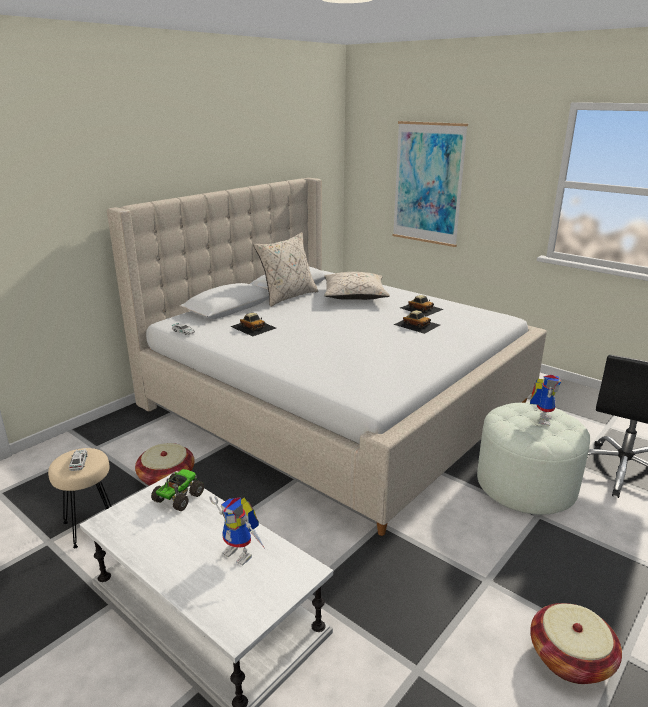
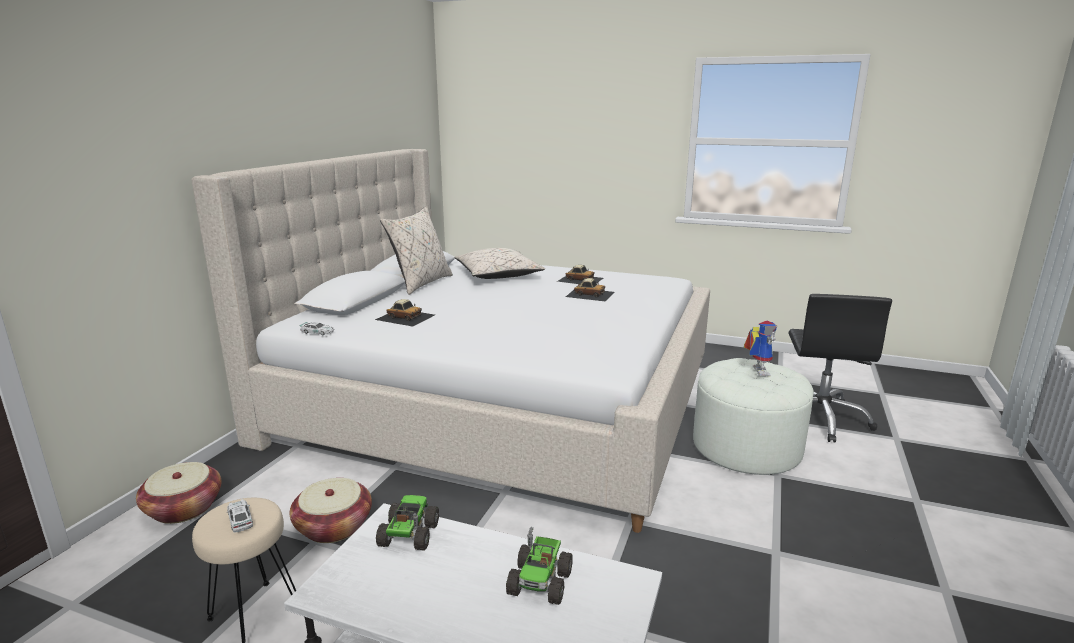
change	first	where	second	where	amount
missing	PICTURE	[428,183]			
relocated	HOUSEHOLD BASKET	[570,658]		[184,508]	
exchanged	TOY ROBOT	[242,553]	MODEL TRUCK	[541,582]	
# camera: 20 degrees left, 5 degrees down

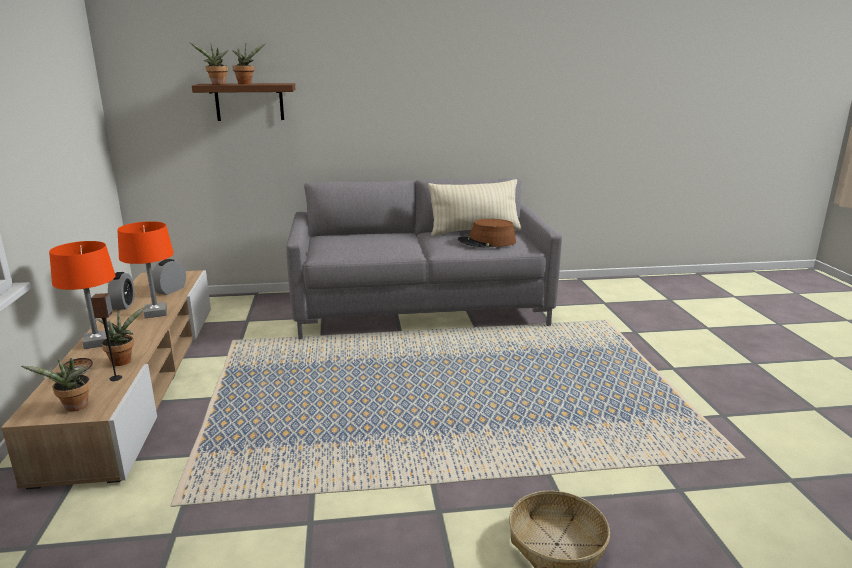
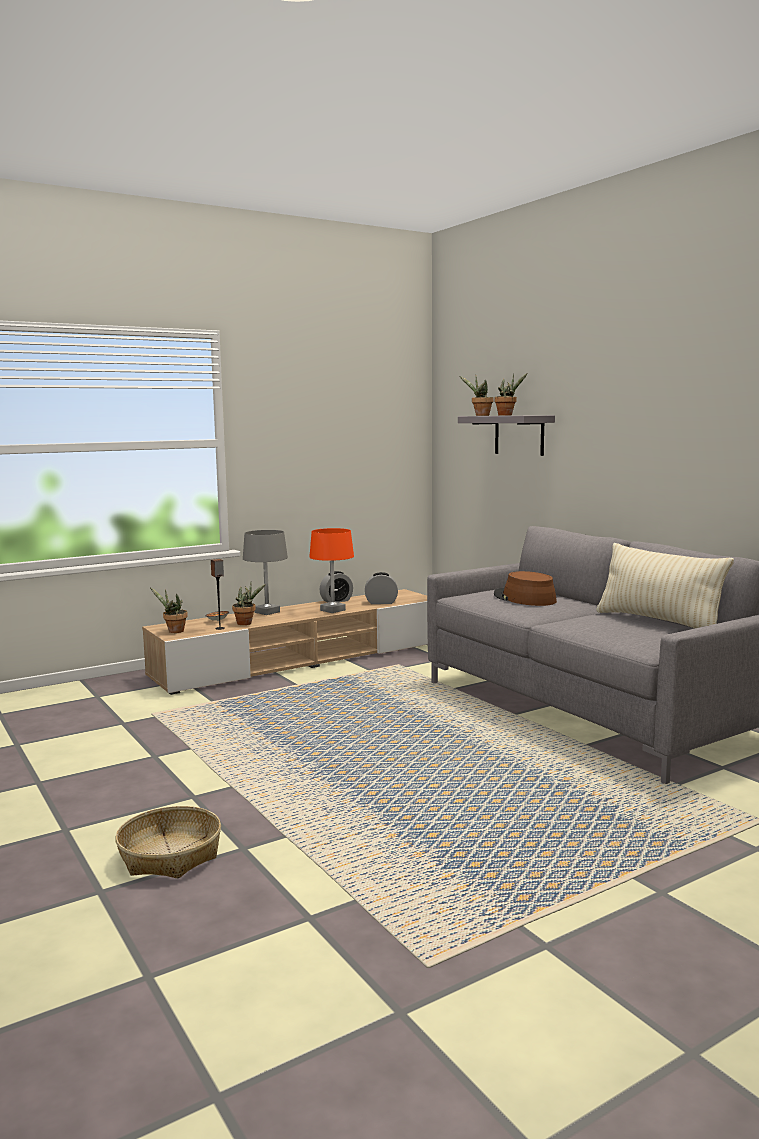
change	first	where	second	where	amount
relocated	BROWN WEARABLE HAT	[487,242]		[524,598]	
colour	ORANGE TABLETOP LAMP	[96,343]	GREY TABLETOP LAMP	[267,612]	
colour	BROWN SHELF	[249,102]	GREY SHELF	[519,435]	
# camera: 65 degrees right, 10 degrees down

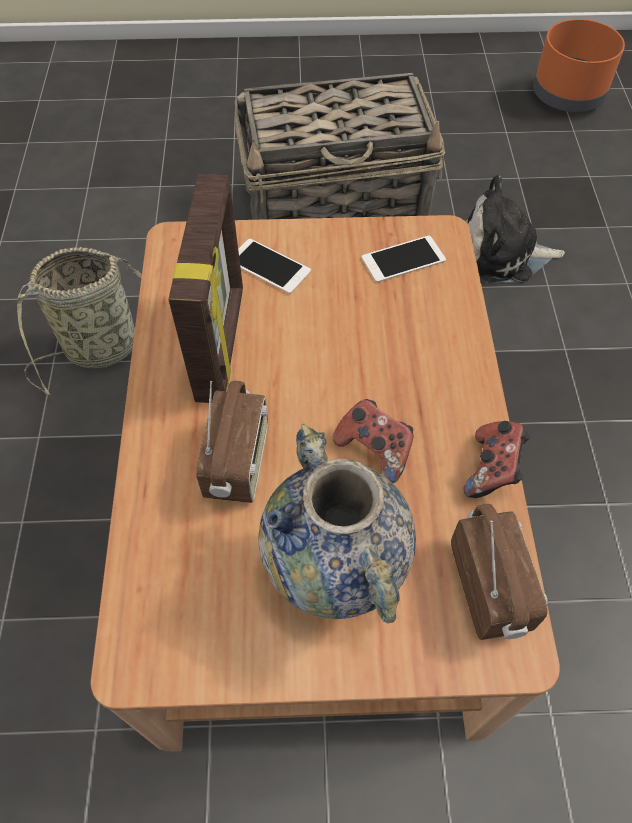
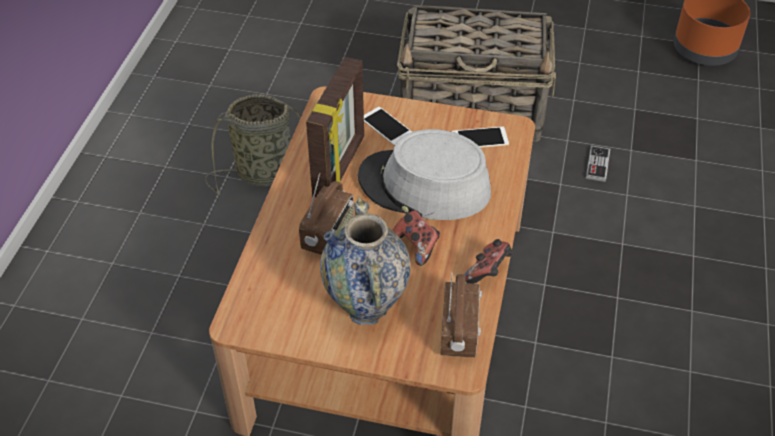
change	first	where	second	where	amount
appeared			GREY WEARABLE HAT	[424,186]	
exchanged	SOFT TOY	[502,254]	GAMEPAD	[597,165]	
# camera: 15 degrees right, 10 degrees down

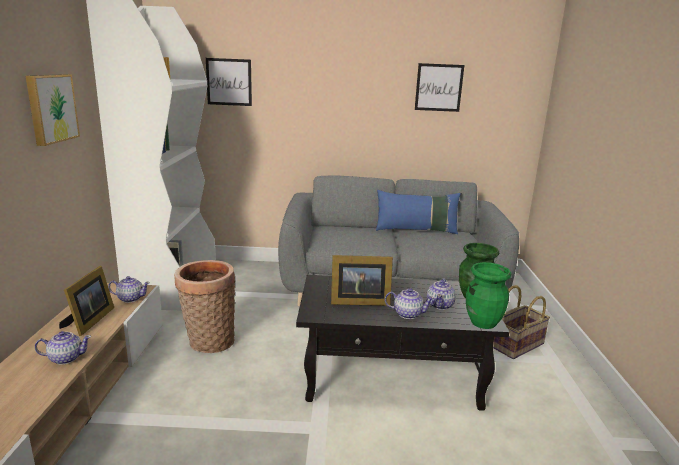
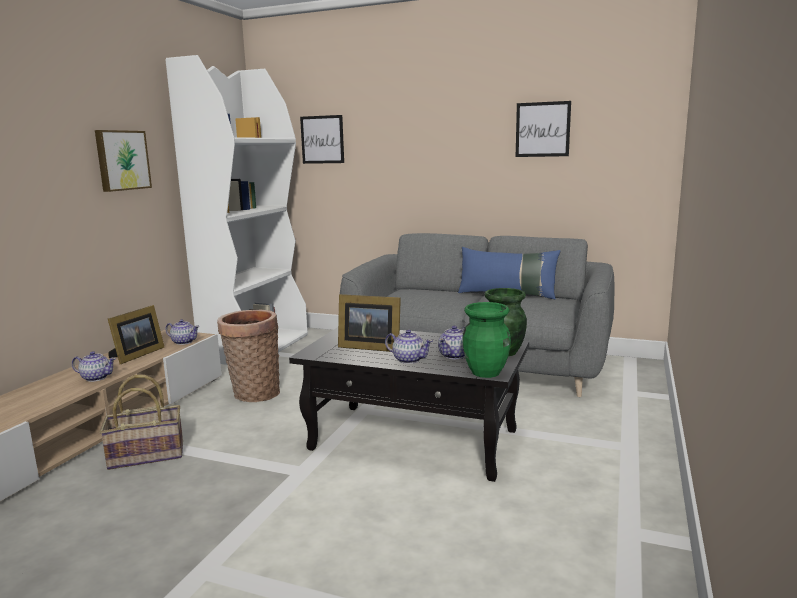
change	first	where	second	where	amount
relocated	HOUSEHOLD BASKET	[516,344]		[147,455]	
# camera: 20 degrees right, 5 degrees down

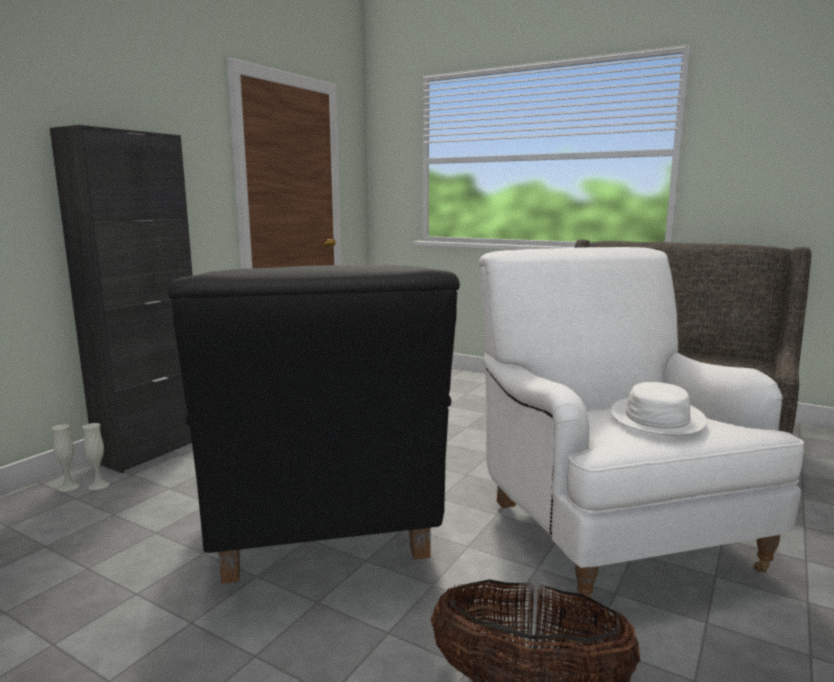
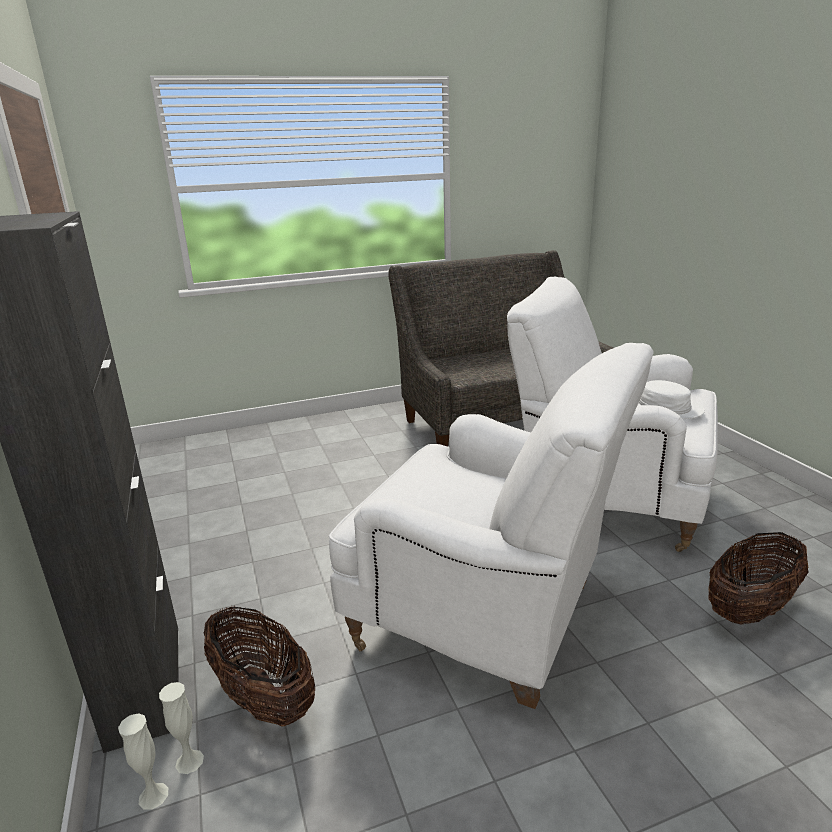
change	first	where	second	where	amount
appeared			HOUSEHOLD BASKET	[263,698]	
colour	BLACKISH ARMCHAIR	[323,530]	WHITE ARMCHAIR	[488,618]	
# camera: 50 degrees left, 10 degrees up

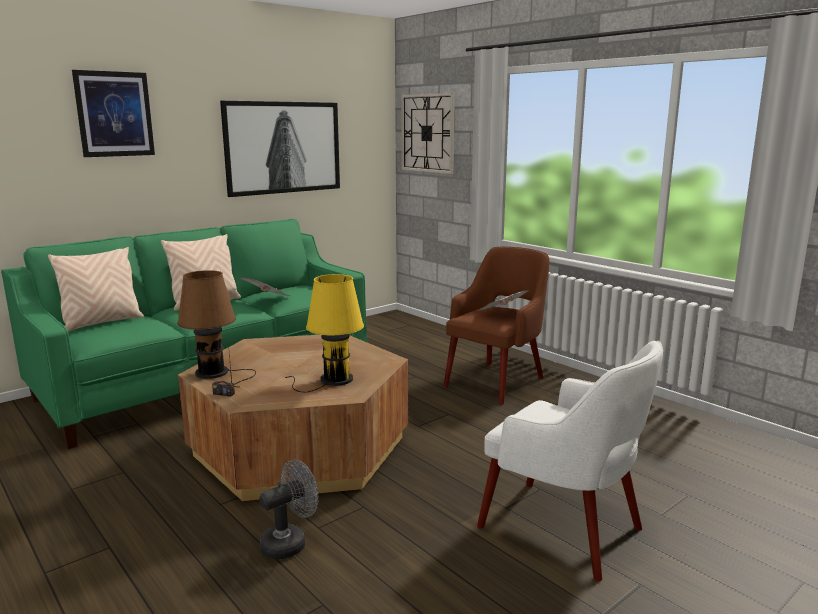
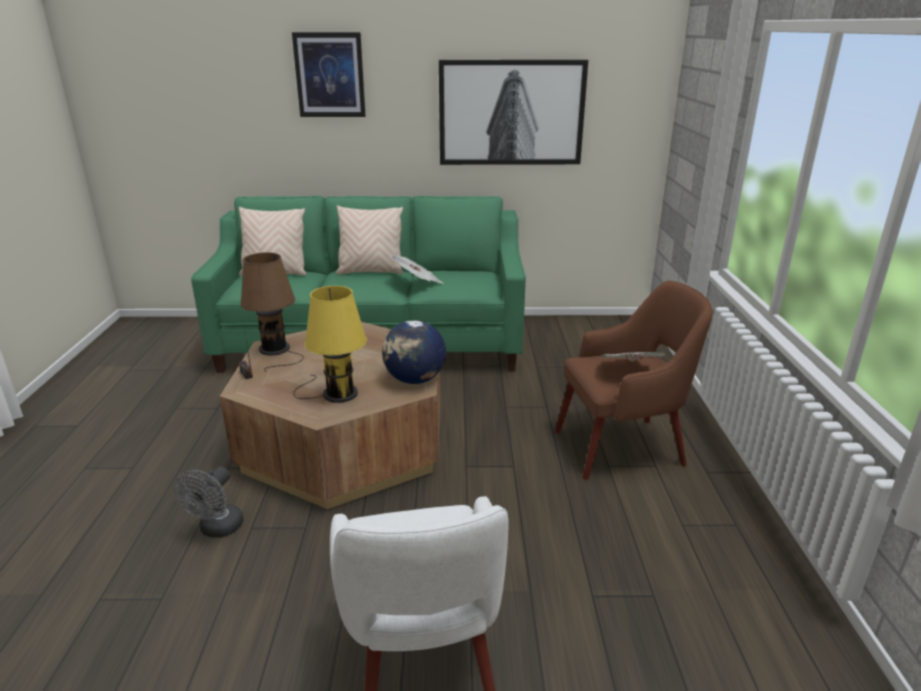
change	first	where	second	where	amount
missing	CLOCK ON THE WALL	[427,133]			
appeared			WORLD GLOBE	[414,380]	
spun	GREY COOLING FAN	[290,542]		[218,529]	105 degrees clockwise
# camera: 40 degrees right, 10 degrees up

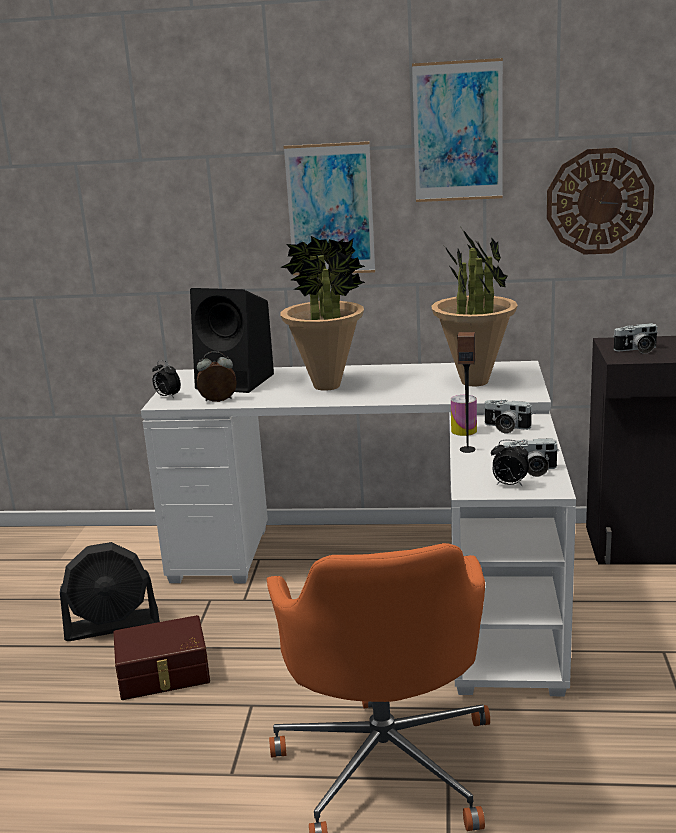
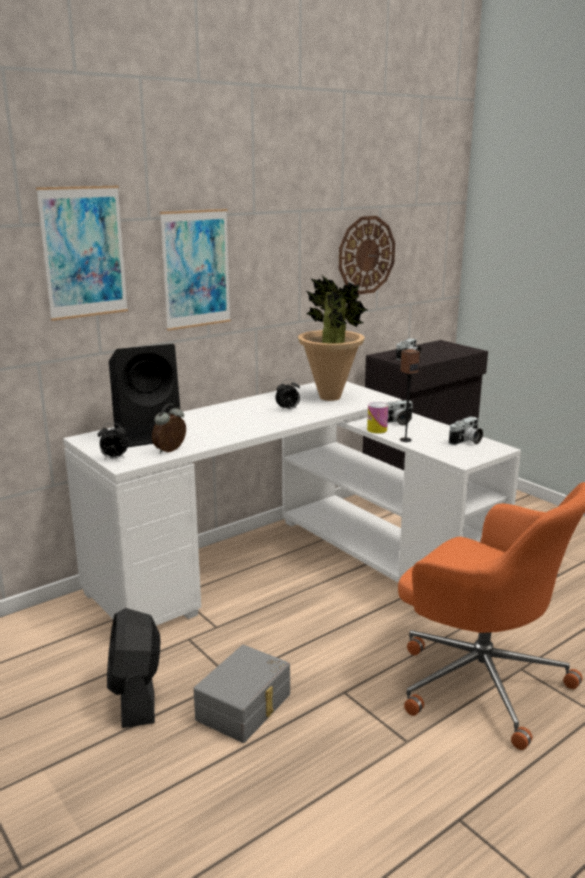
change	first	where	second	where	amount
missing	PLANT IN A POT	[327,386]			
relocated	PICTURE	[458,131]		[84,252]	
relocated	ALARM CLOCK	[509,485]		[288,409]	
colour	BROWN STORAGE BIN	[164,674]	GREY STORAGE BIN	[245,707]	
spun	BLACKISH COOLING FAN	[113,625]		[136,695]	135 degrees clockwise
# camera: 45 degrees left, 0 degrees up

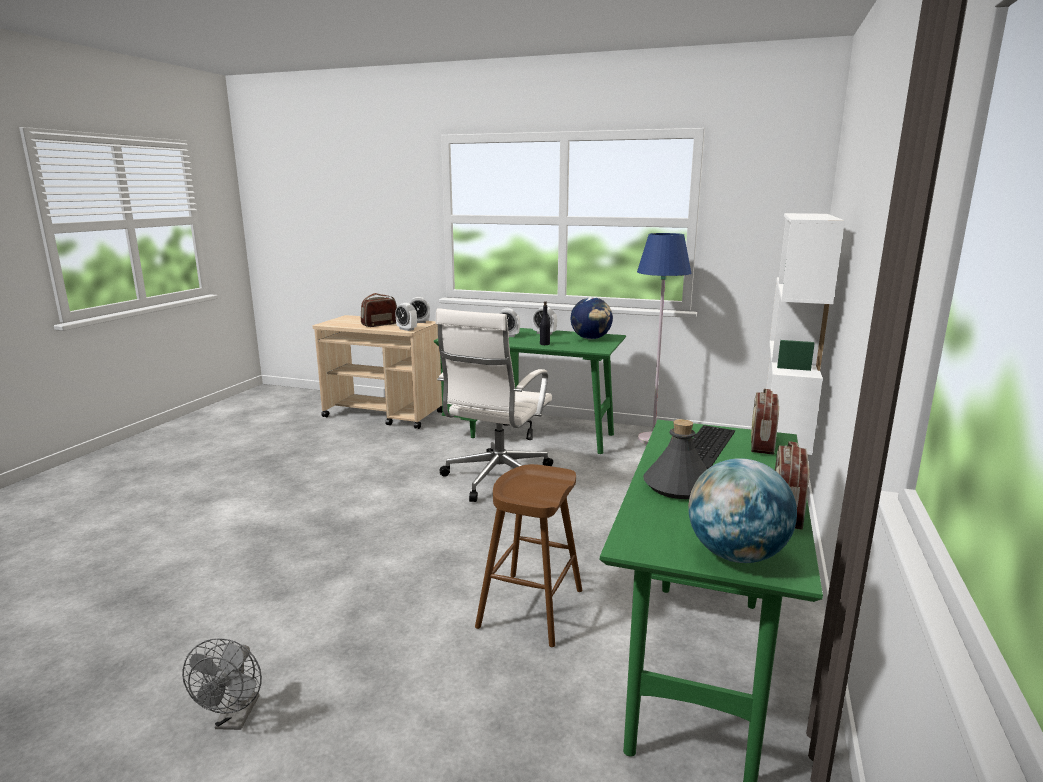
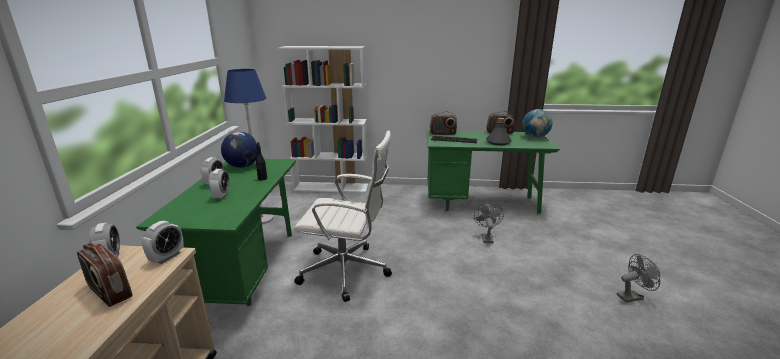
change	first	where	second	where	amount
exchanged	BROWN STOOL	[530,608]	GREY COOLING FAN	[486,237]	
# camera: 105 degrees left, 5 degrees up

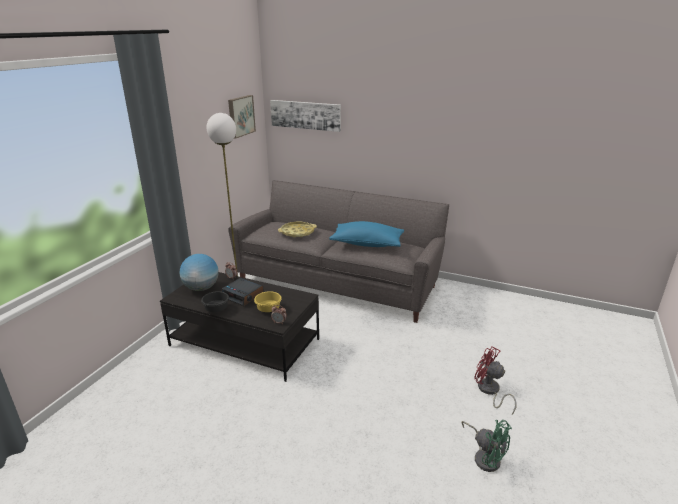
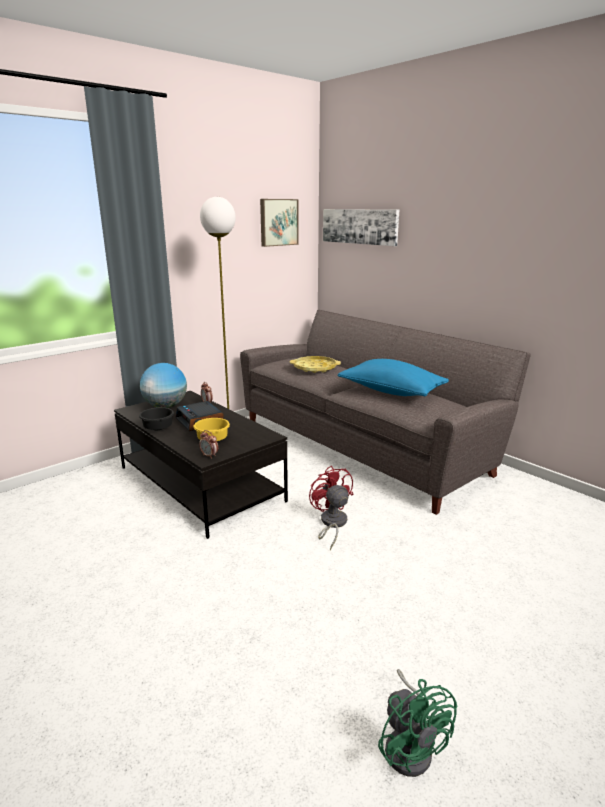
change	first	where	second	where	amount
relocated	RED COOLING FAN	[489,391]		[331,524]	
# camera: 25 degrees right, 5 degrees down

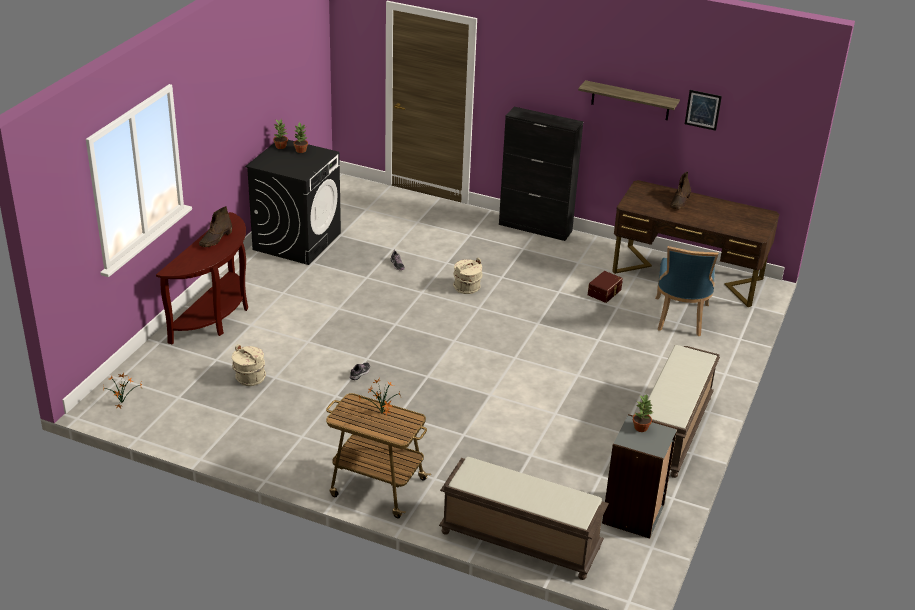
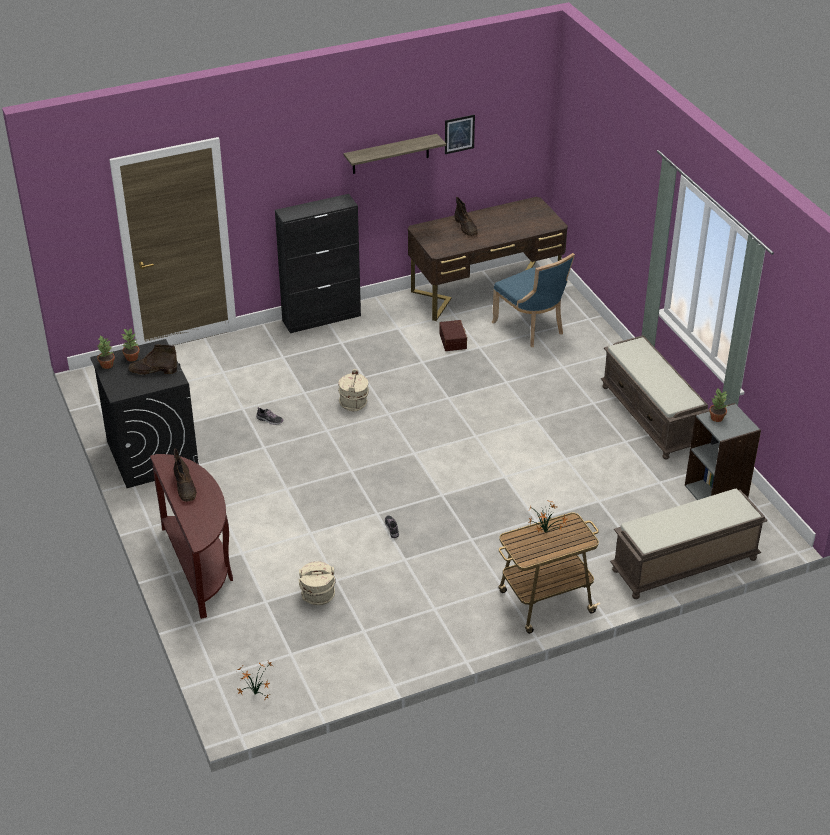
change	first	where	second	where	amount
appeared			BROWN HIGH-TOP BOOT	[152,370]	
# camera: 45 degrees left, 5 degrees up

